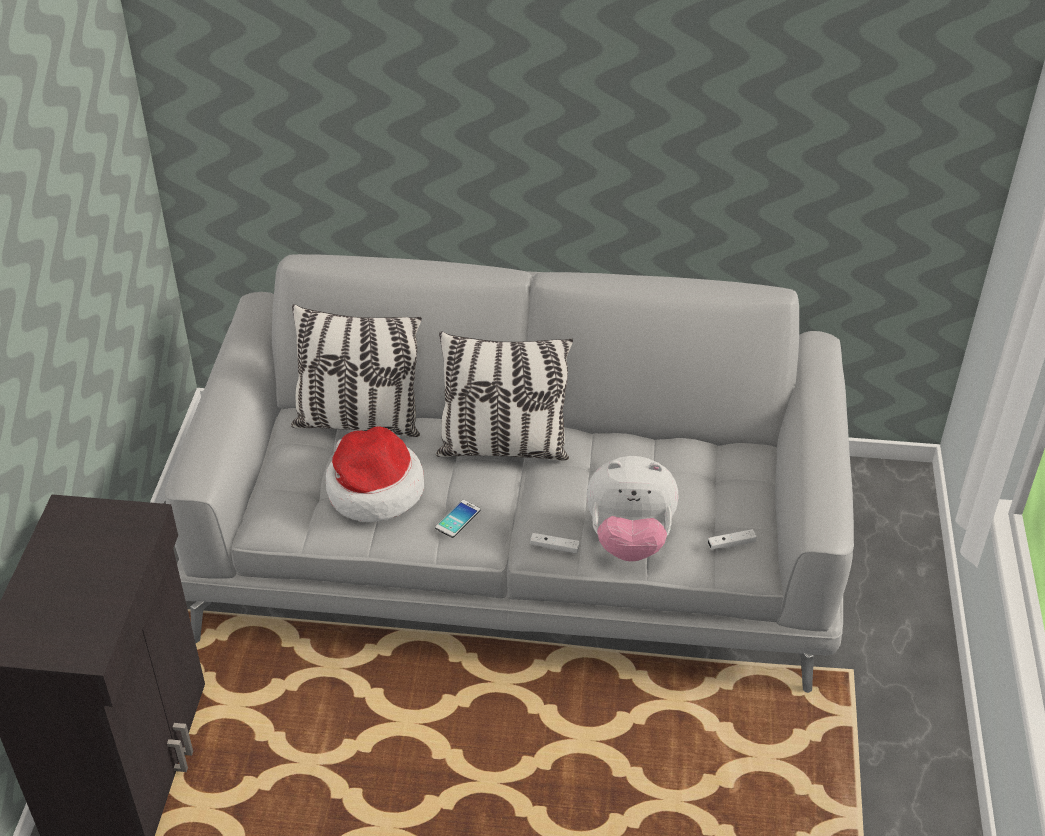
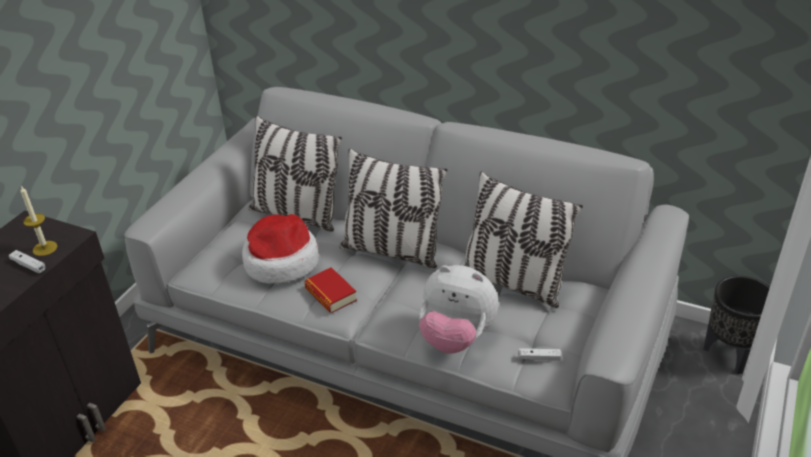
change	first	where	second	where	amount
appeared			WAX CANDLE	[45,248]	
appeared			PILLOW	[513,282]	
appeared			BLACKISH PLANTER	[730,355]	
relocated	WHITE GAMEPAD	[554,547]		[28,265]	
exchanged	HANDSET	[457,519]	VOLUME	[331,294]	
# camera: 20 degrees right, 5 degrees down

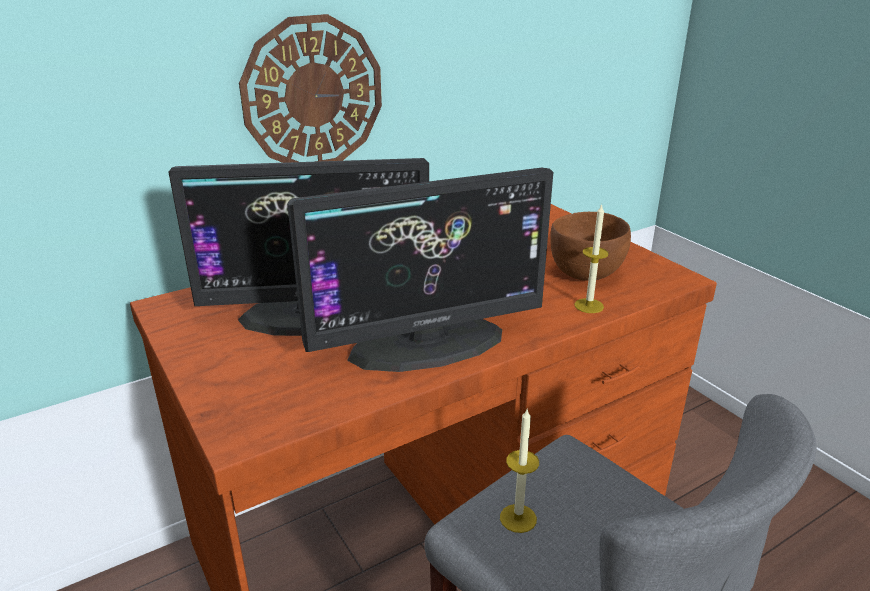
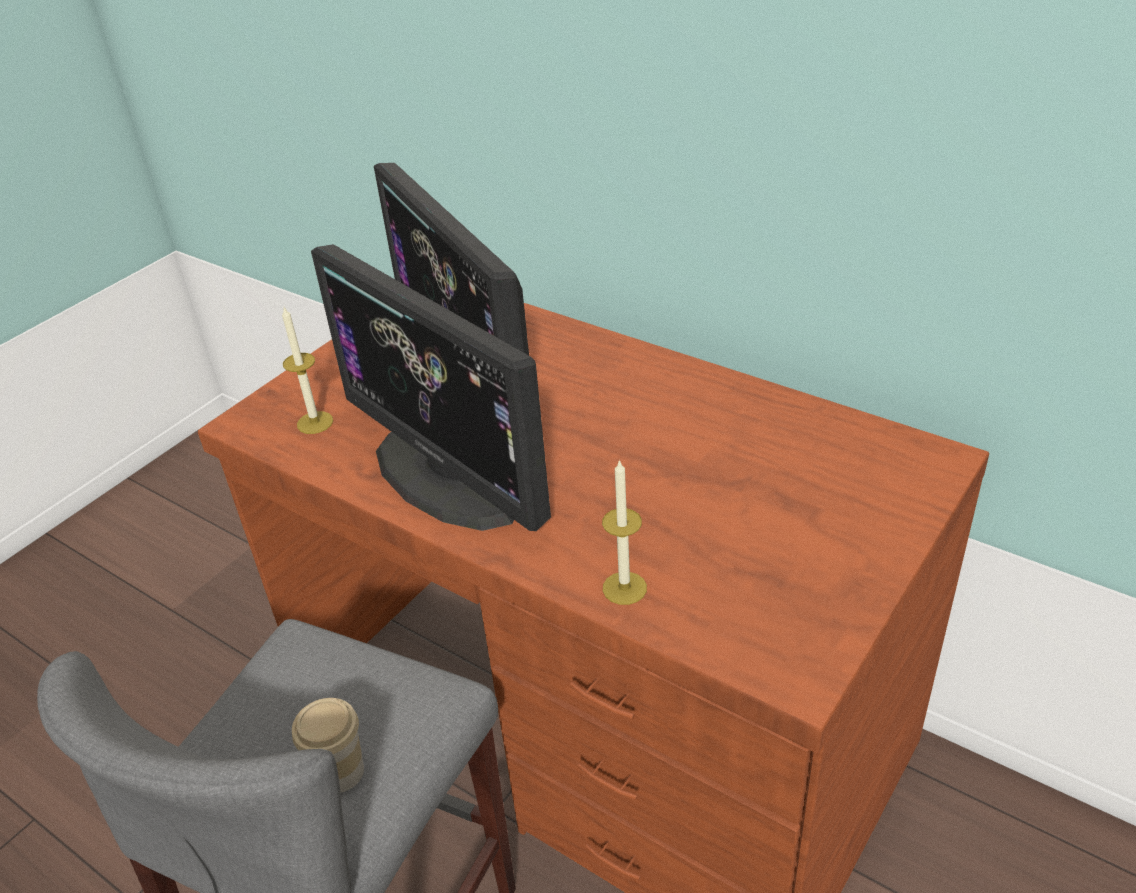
change	first	where	second	where	amount
missing	CLOCK ON THE WALL	[313,94]			
missing	BROWN BOWL	[586,274]			
appeared			SMALL CUP	[340,772]	
relocated	WAX CANDLE	[518,518]		[315,422]	
# camera: 70 degrees right, 10 degrees up

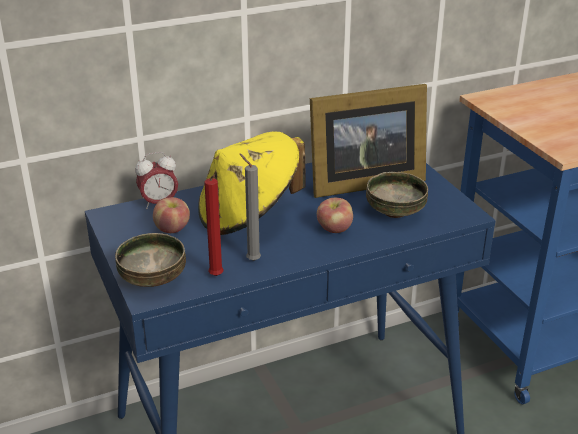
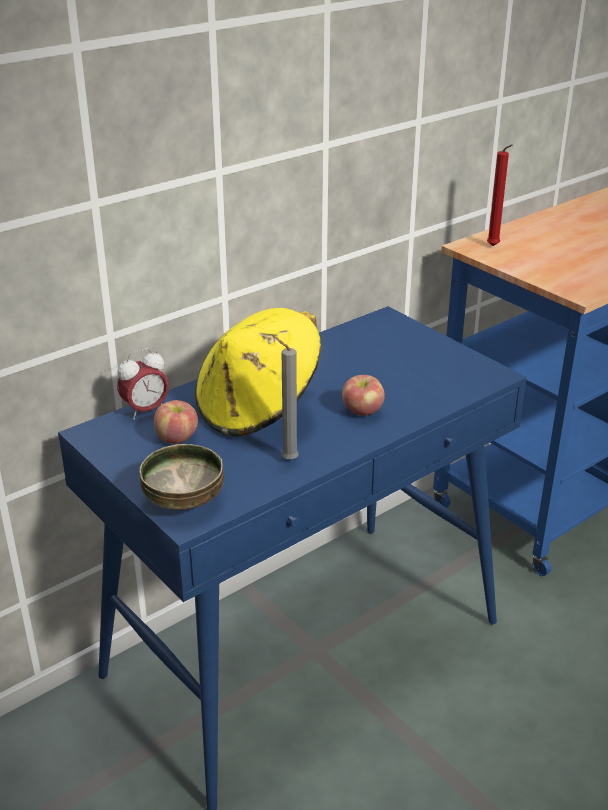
change	first	where	second	where	amount
missing	STANDING FRAME	[361,182]			
missing	BOWL	[394,212]			
relocated	RED WAX CANDLE	[216,277]		[494,247]	
# camera: 15 degrees left, 0 degrees up

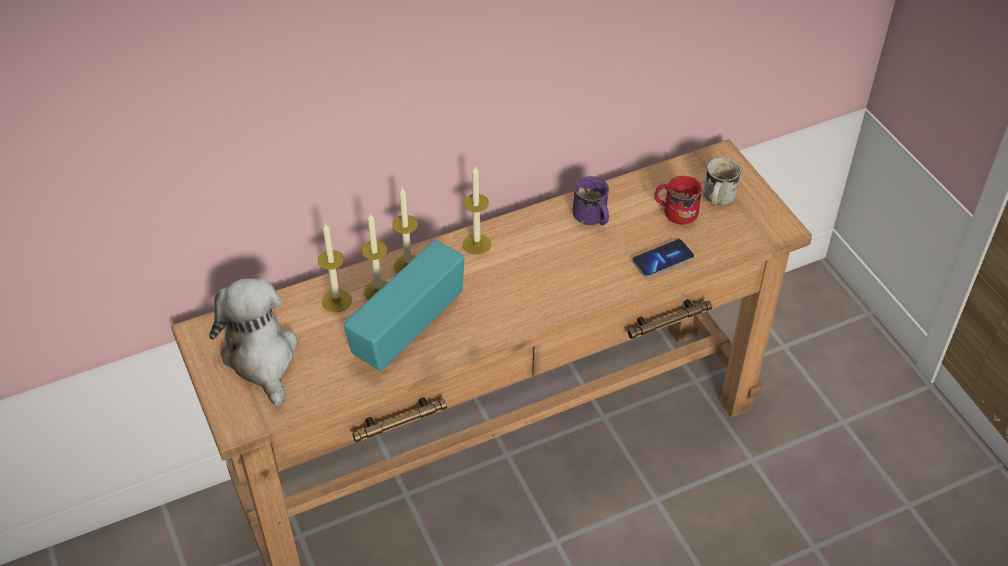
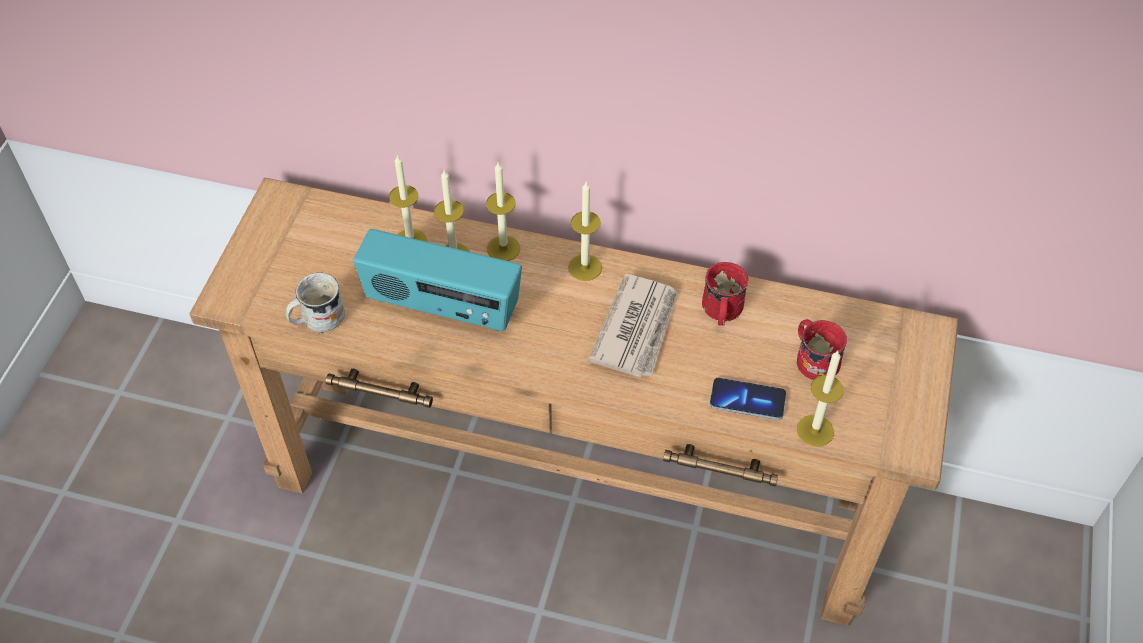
change	first	where	second	where	amount
missing	SOFT TOY	[261,357]			
appeared			DAILY PAPER	[637,329]	
appeared			WAX CANDLE	[815,430]	
relocated	WHITE MUG	[717,199]		[317,320]	
colour	PURPLE-COLOURED MUG	[592,219]	RED MUG	[721,312]	
spun	RADIO SET	[407,328]		[442,307]	150 degrees counterclockwise
# camera: 40 degrees right, 5 degrees up

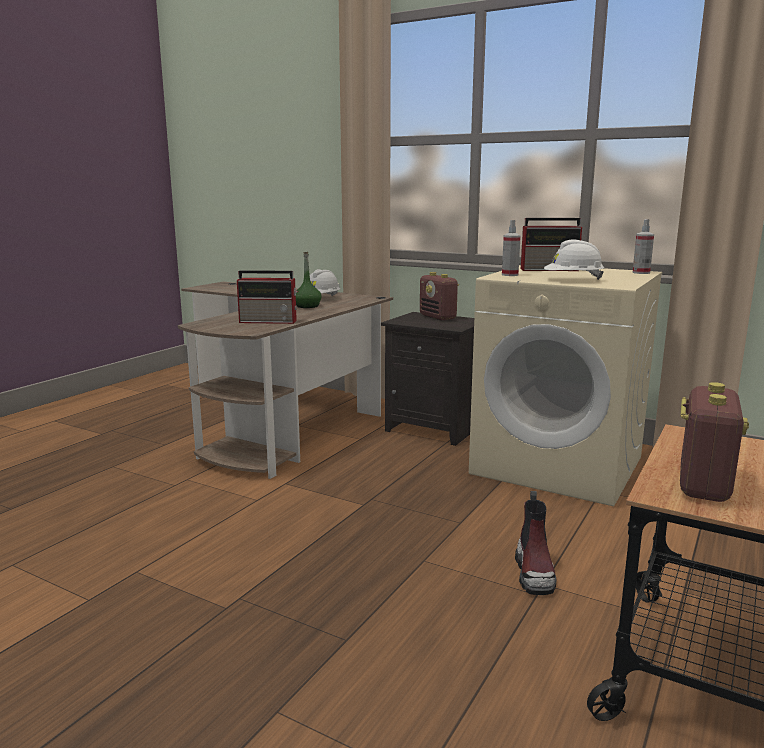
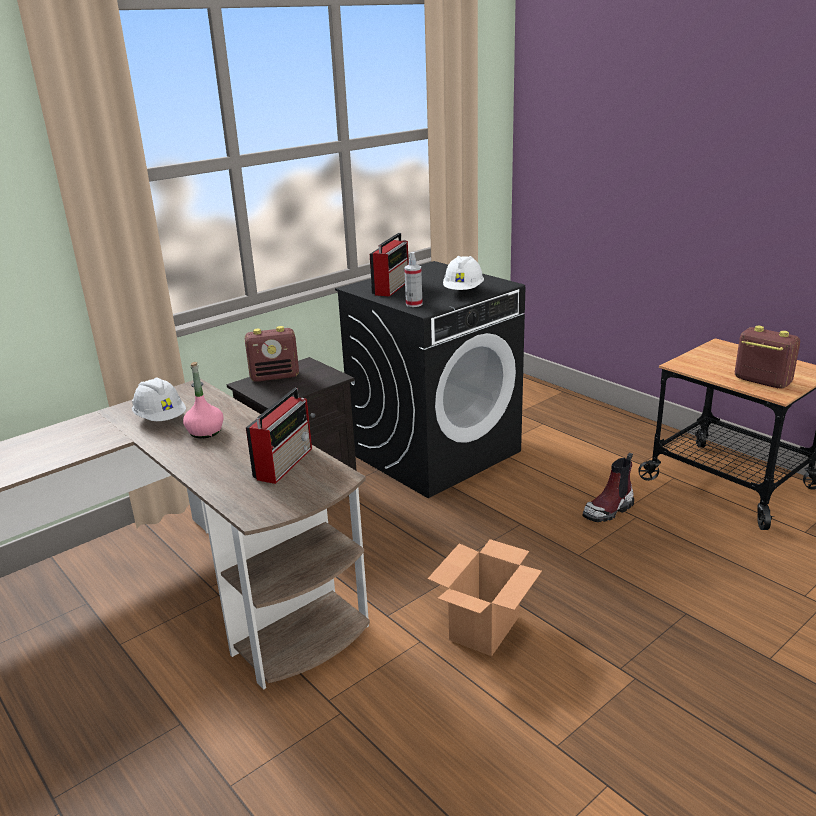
change	first	where	second	where	amount
missing	SPRAYER	[641,273]			
appeared			PACKING BOX	[484,627]	
colour	GREENISH BEVERAGE BOTTLE	[307,306]	PINKISH BEVERAGE BOTTLE	[205,432]	
colour	BEIGE LAUNDRY MACHINE	[558,465]	BLACKISH LAUNDRY MACHINE	[435,452]	
spun	HIGH-TOP BOOT	[535,573]		[609,510]	120 degrees clockwise
# camera: 70 degrees left, 10 degrees up

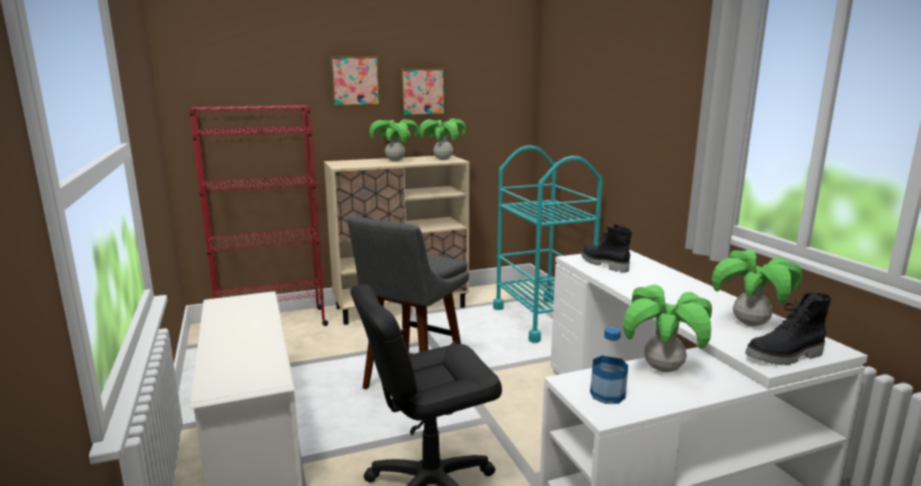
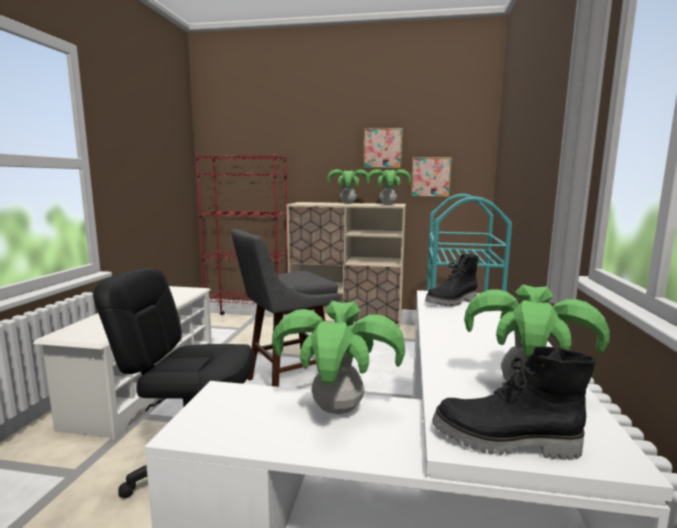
change	first	where	second	where	amount
missing	BEVERAGE BOTTLE	[607,394]			
relocated	PICTURE	[354,81]		[430,177]	
spun	BLACKISH HIGH-TOP BOOT	[603,264]		[452,302]	120 degrees counterclockwise
# camera: 30 degrees right, 5 degrees down

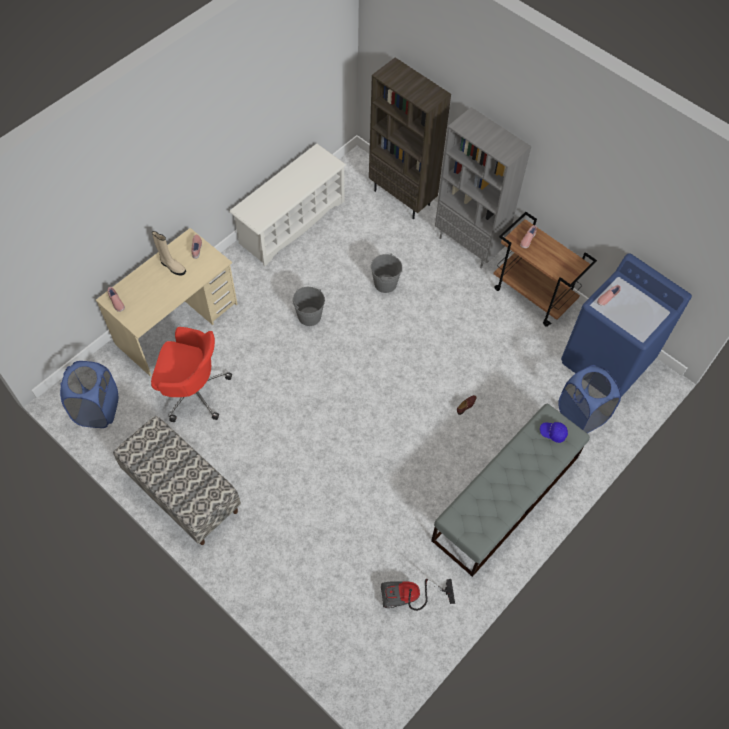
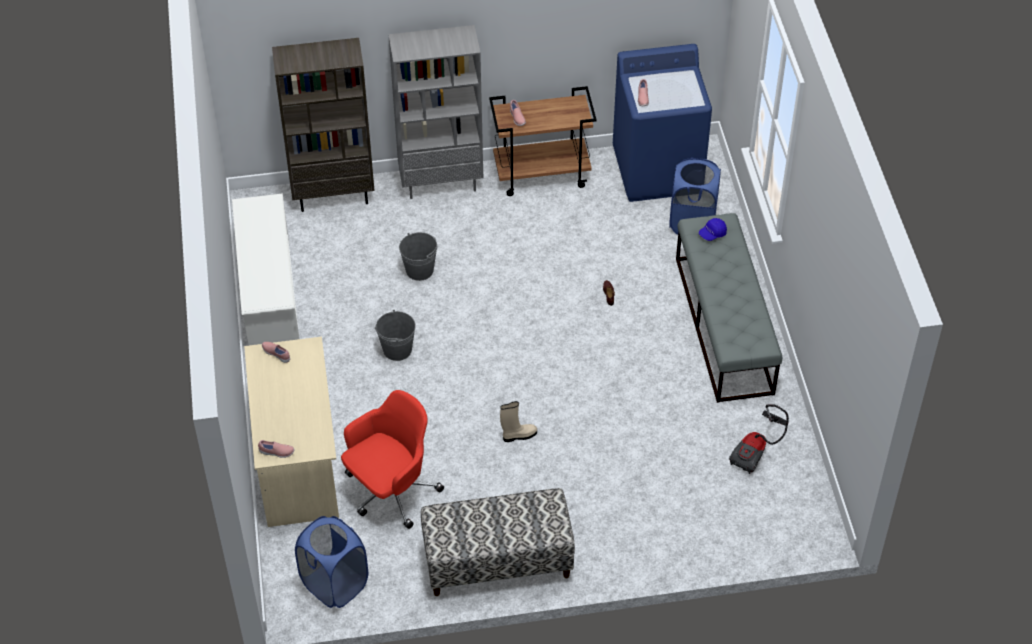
change	first	where	second	where	amount
relocated	BEIGE HIGH-TOP BOOT	[172,266]		[518,435]	
# camera: 50 degrees left, 10 degrees down

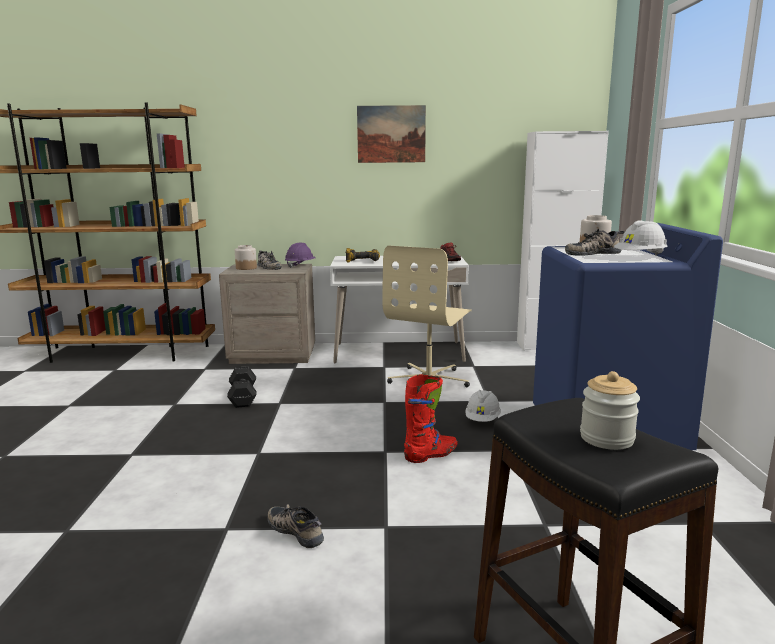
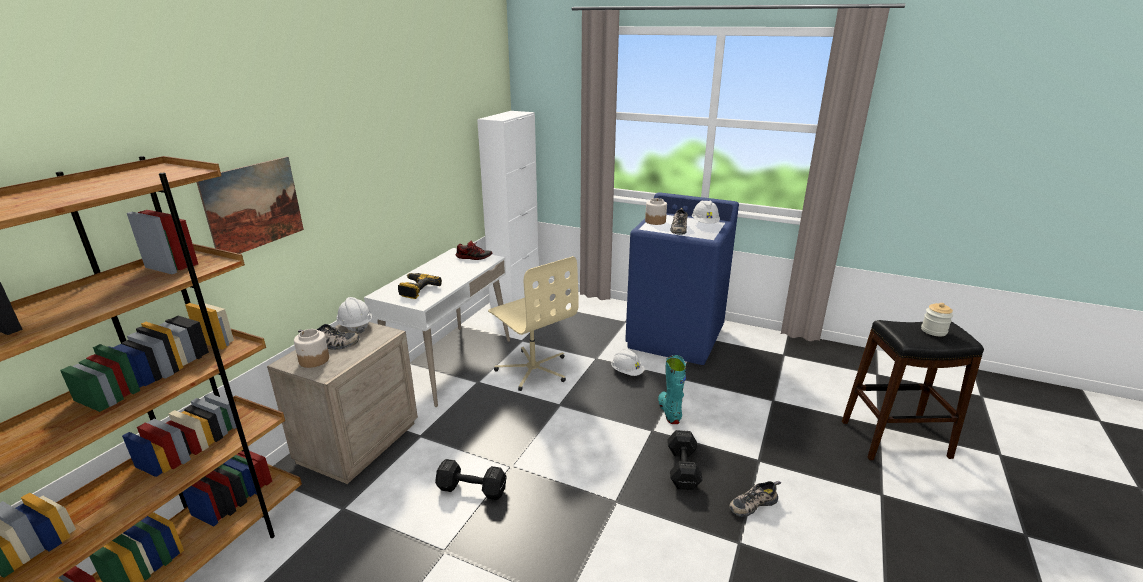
change	first	where	second	where	amount
appeared			BLACKISH HAND WEIGHT	[683,468]	
relocated	PICTURE	[391,134]		[254,206]	
colour	PURPLE-COLOURED HARD HAT	[300,265]	WHITE HARD HAT	[355,325]	
colour	RED HIGH-TOP BOOT	[431,455]	TURQUOISE-COLOURED HIGH-TOP BOOT	[669,411]	
# camera: 65 degrees left, 10 degrees up

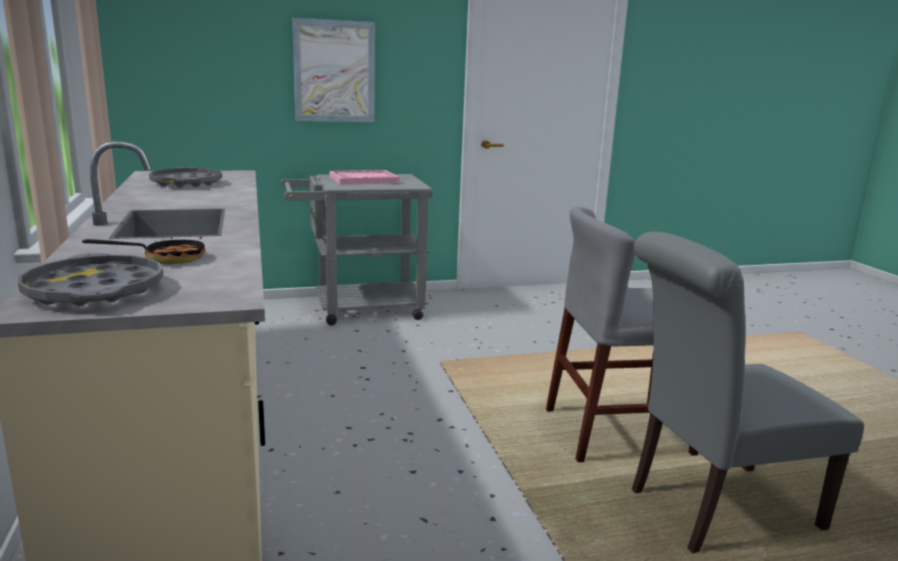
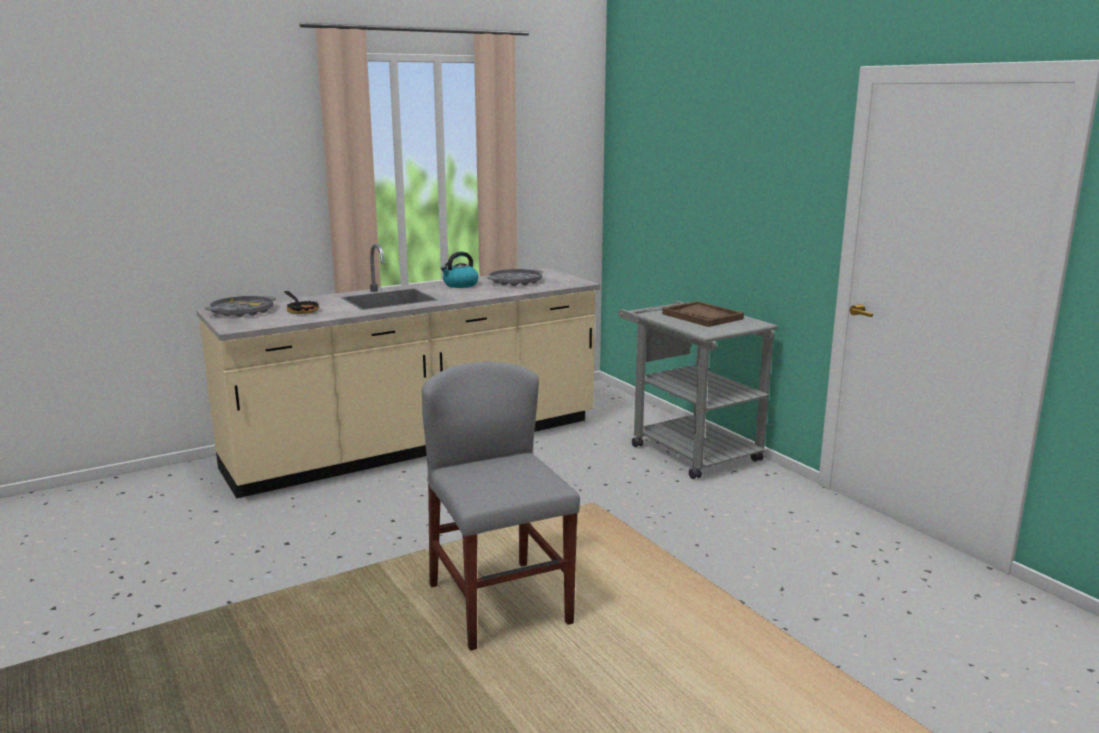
change	first	where	second	where	amount
missing	PICTURE	[334,71]			
missing	GREY UPRIGHT CHAIR	[713,510]			
appeared			WATER KETTLE	[460,285]	
colour	PINKISH SERVING TRAY	[363,179]	BROWN SERVING TRAY	[702,316]	
# camera: 75 degrees right, 0 degrees up

